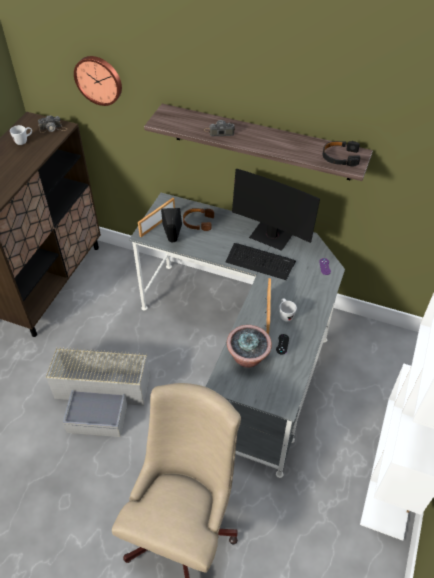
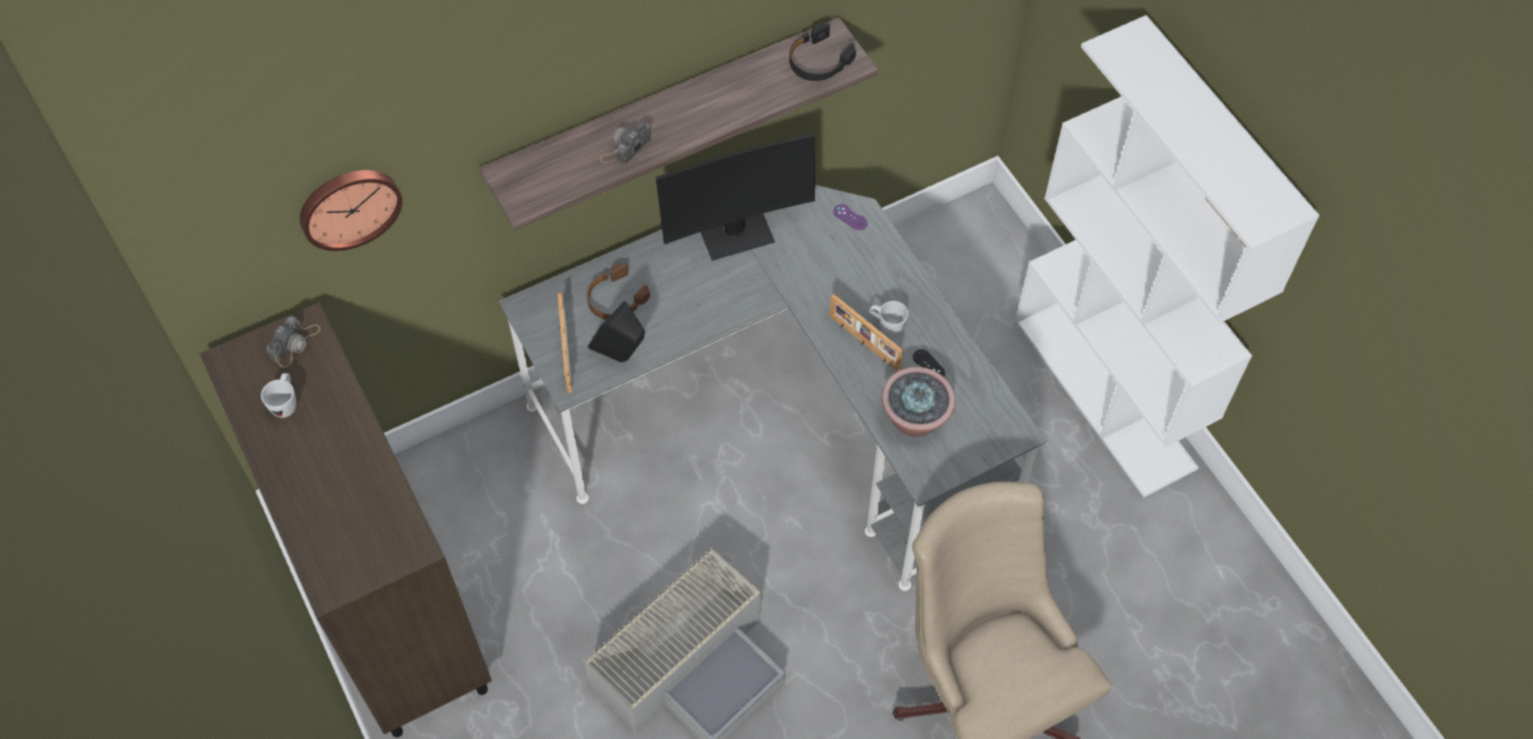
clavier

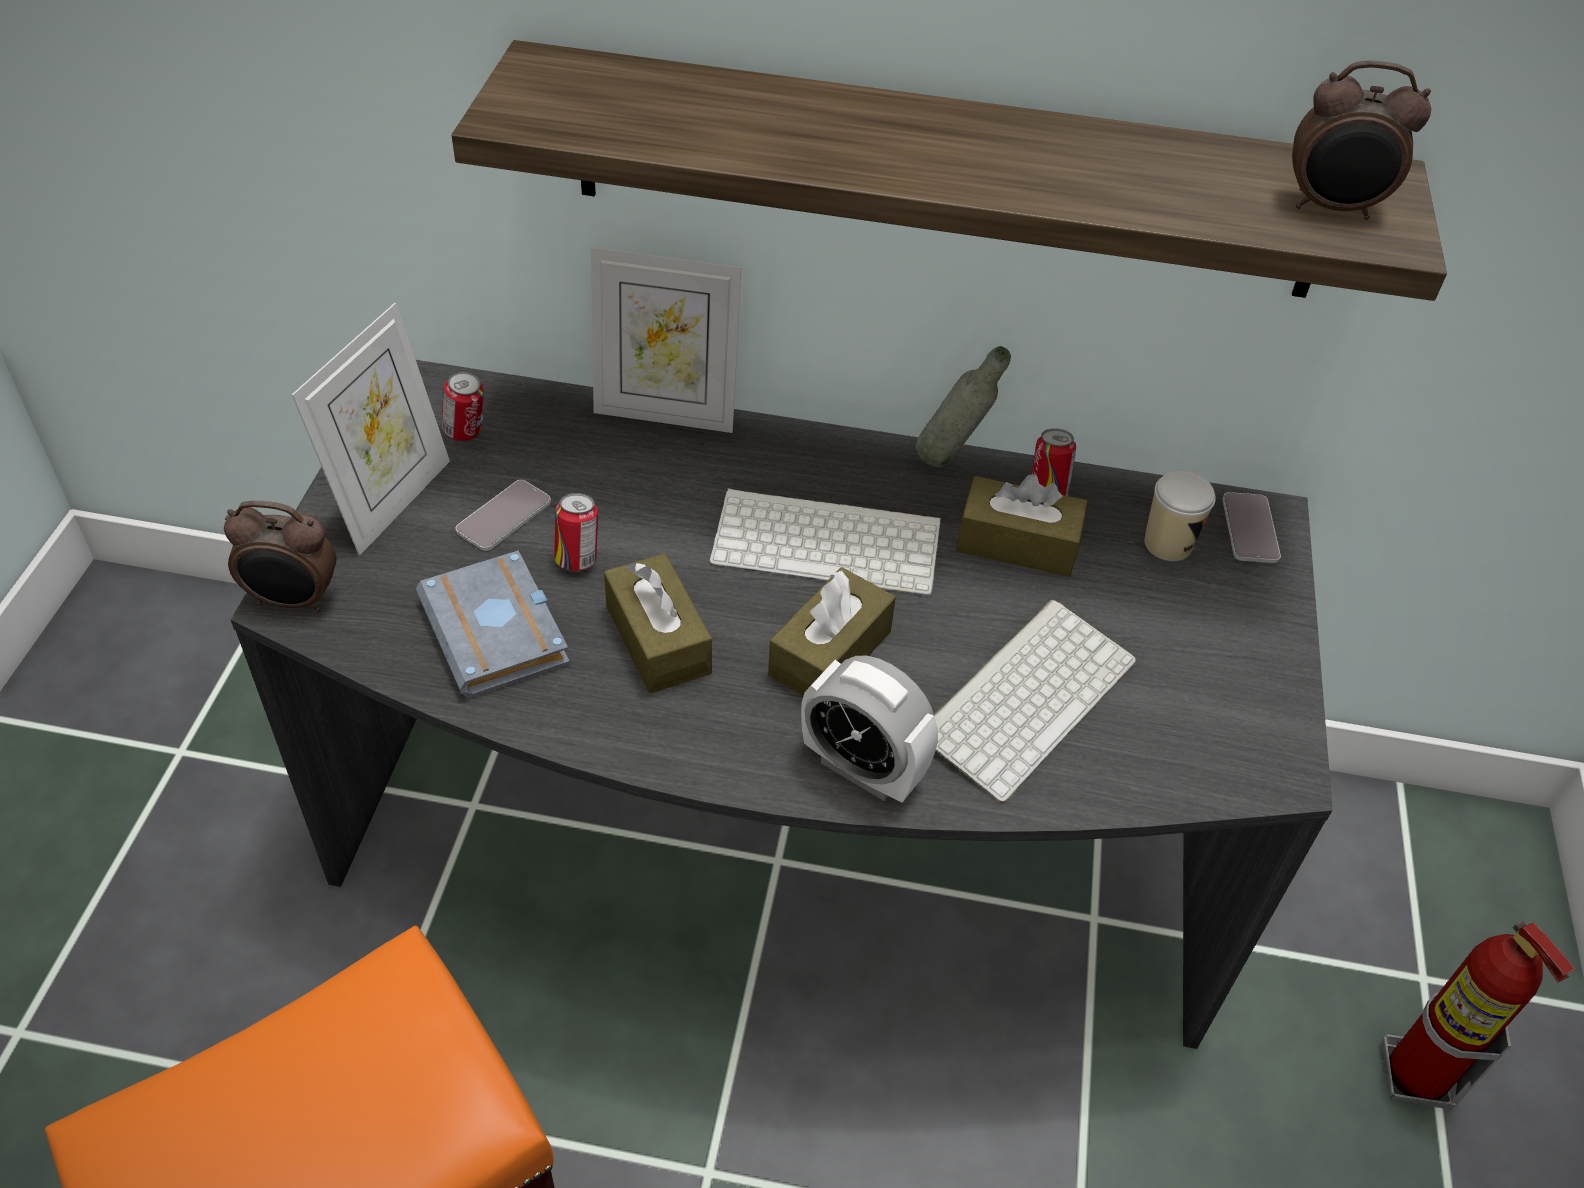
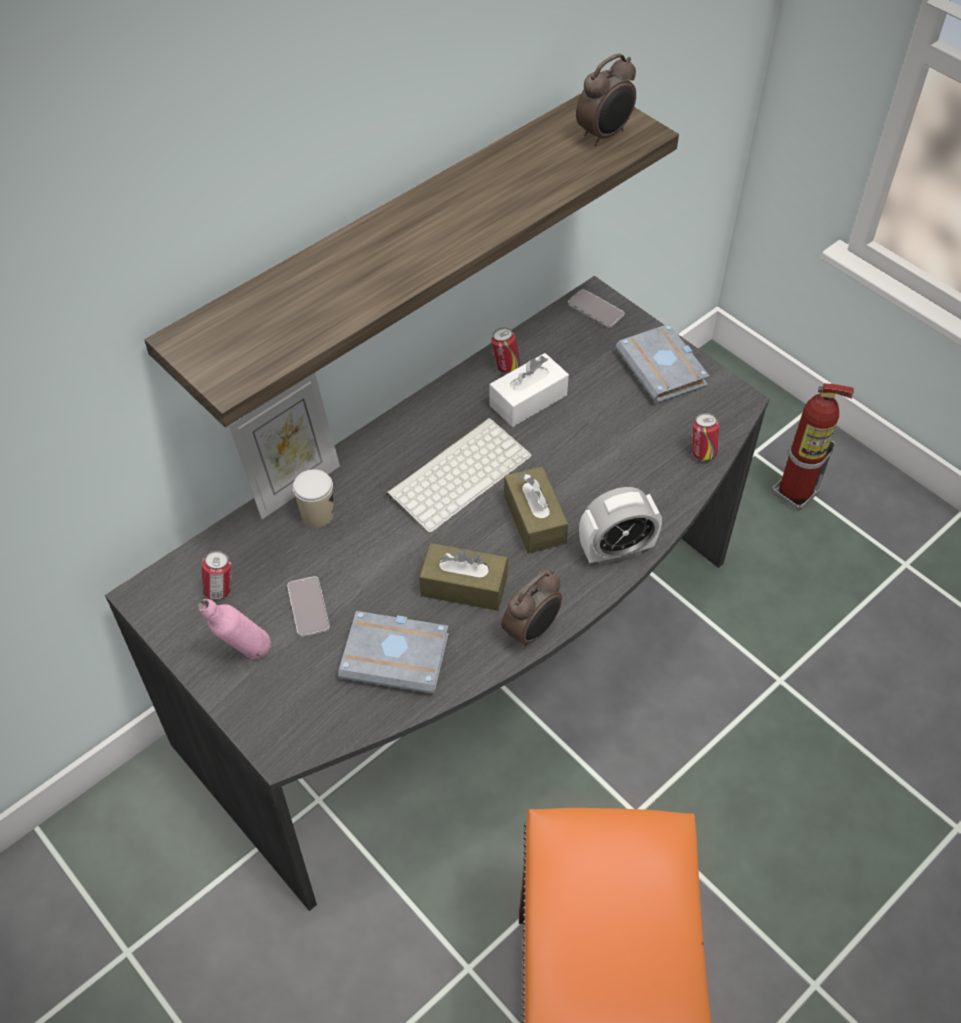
réveil (1st from left)
bouteille (rose)
boîte métallique (3rd from left)
bouteille (gris)
clavier (2nd from left in the first image)
boîte à mouchoirs (blanc)
tasse
livre (gris) (2nd from left)

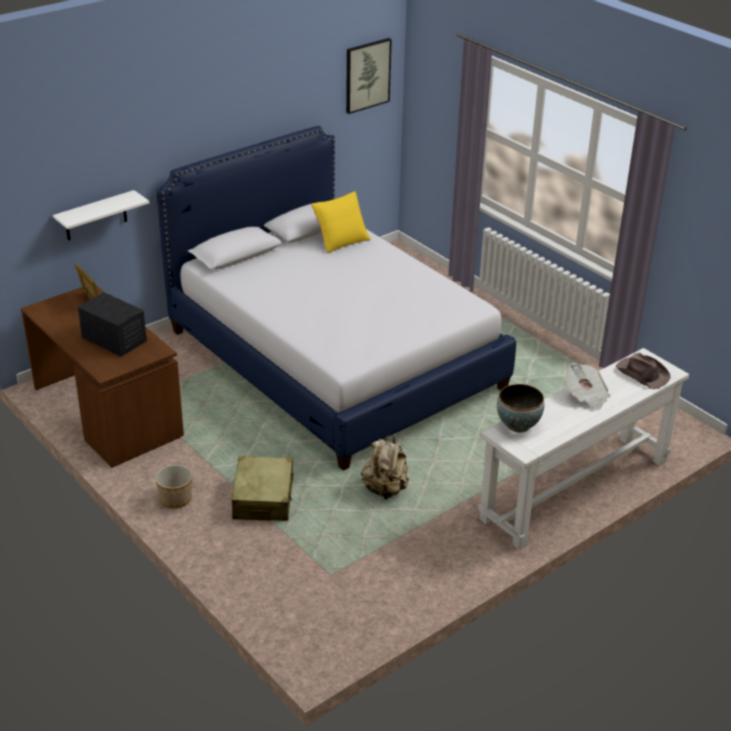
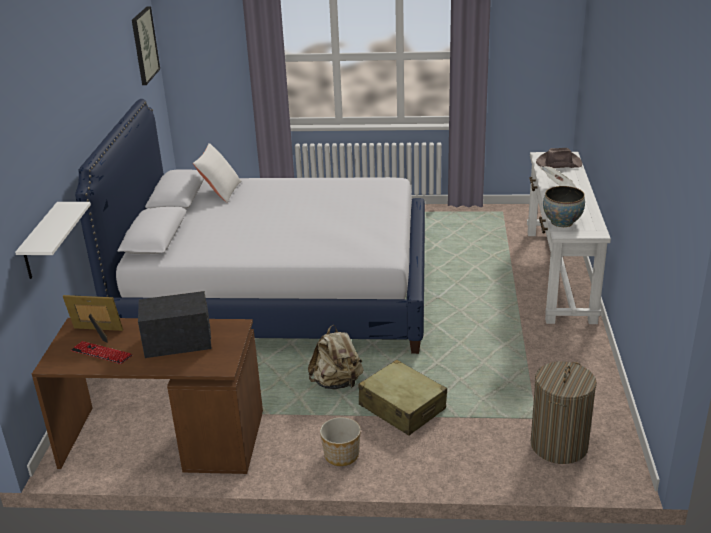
coussin (blanc)
sac à dos (beige)
clavier
panier à linge

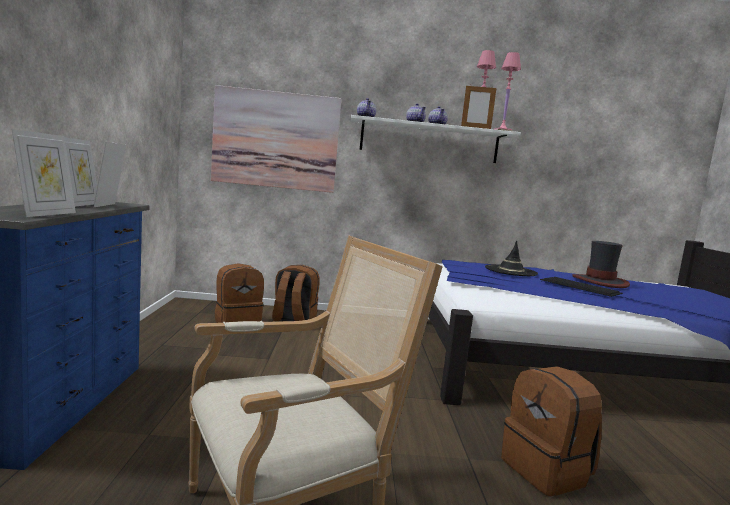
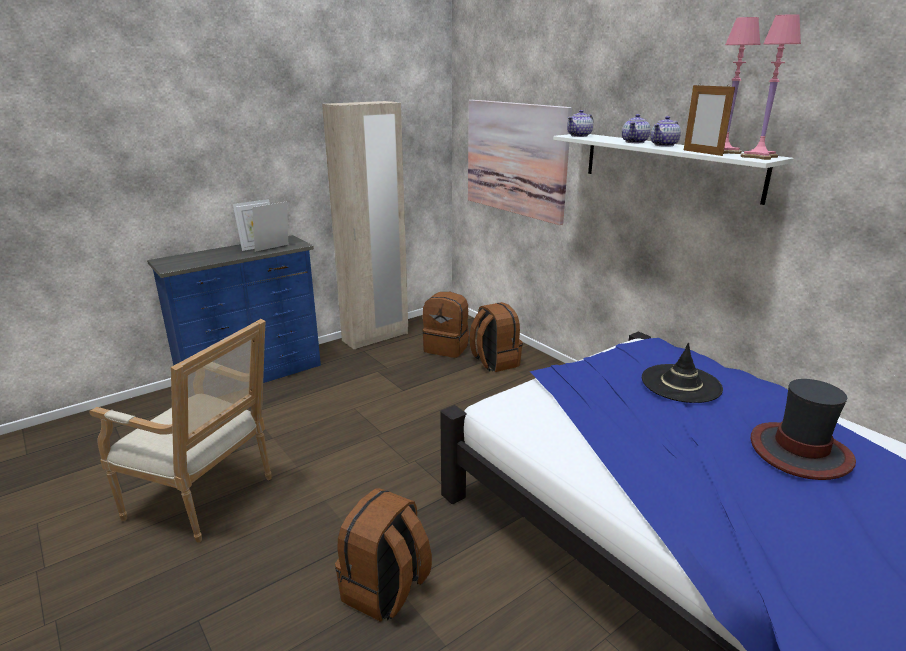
cadre photo (1st from left in the first image)
clavier
armoire (beige)

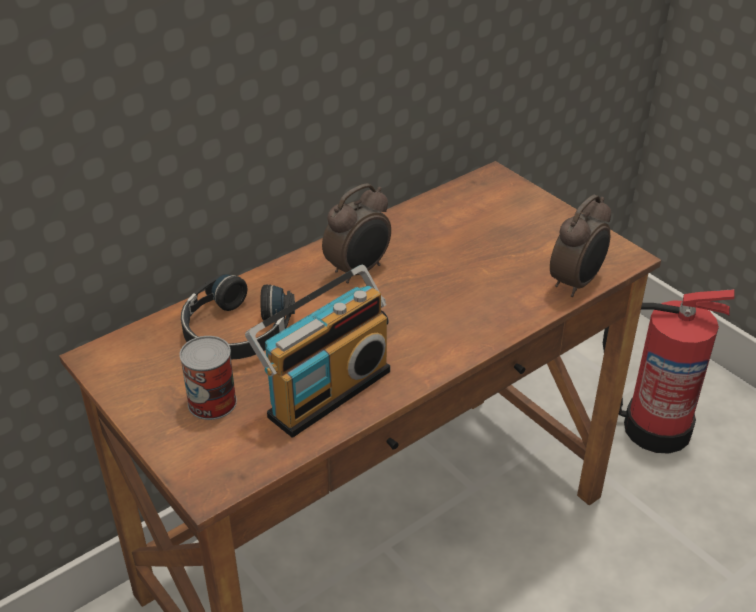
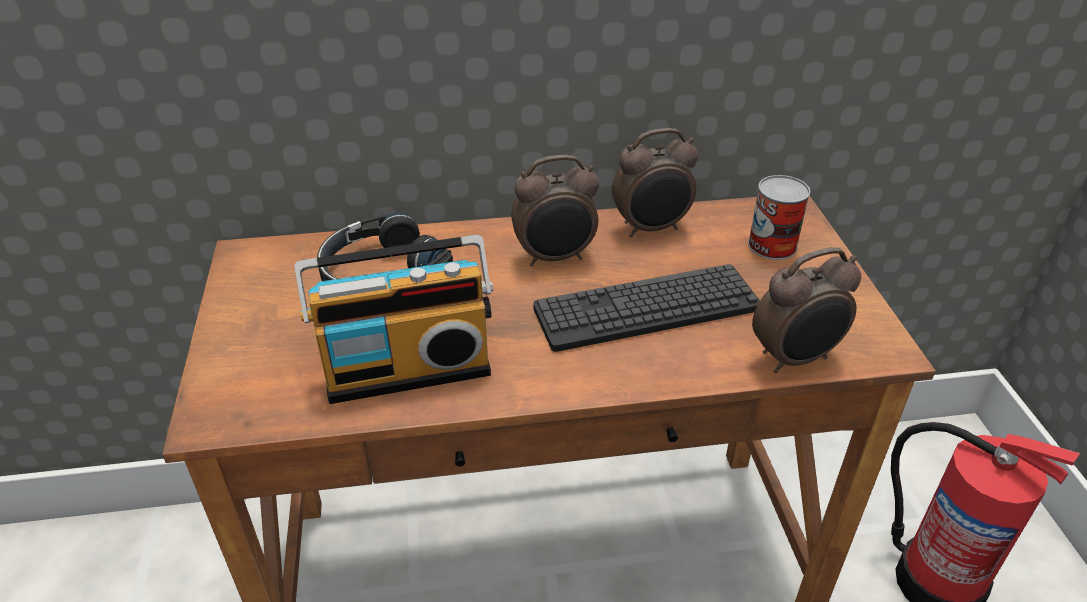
boîte métallique
clavier
réveil (2nd from left)

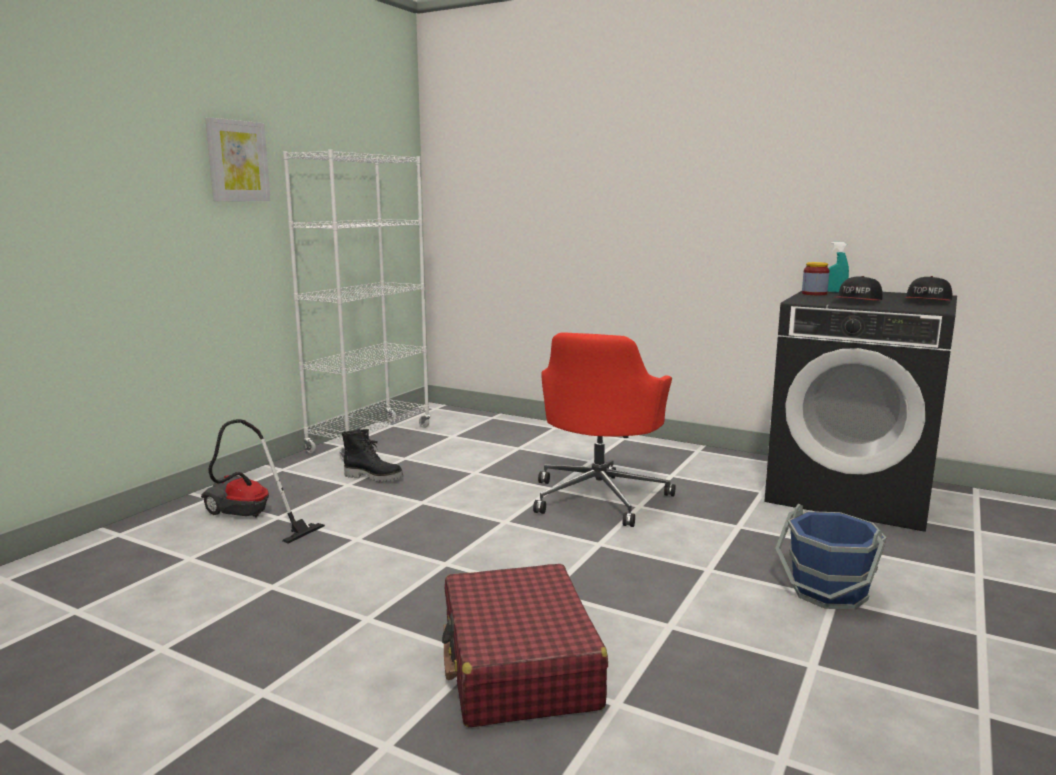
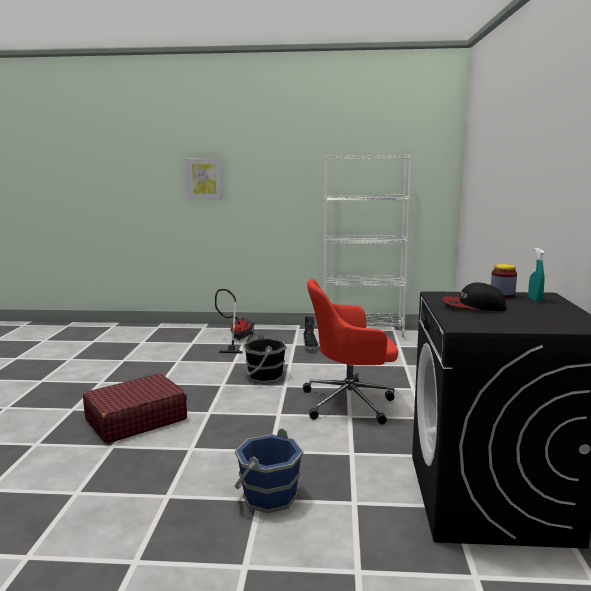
tableau
casquette (2nd from left in the first image)
seau (noir)

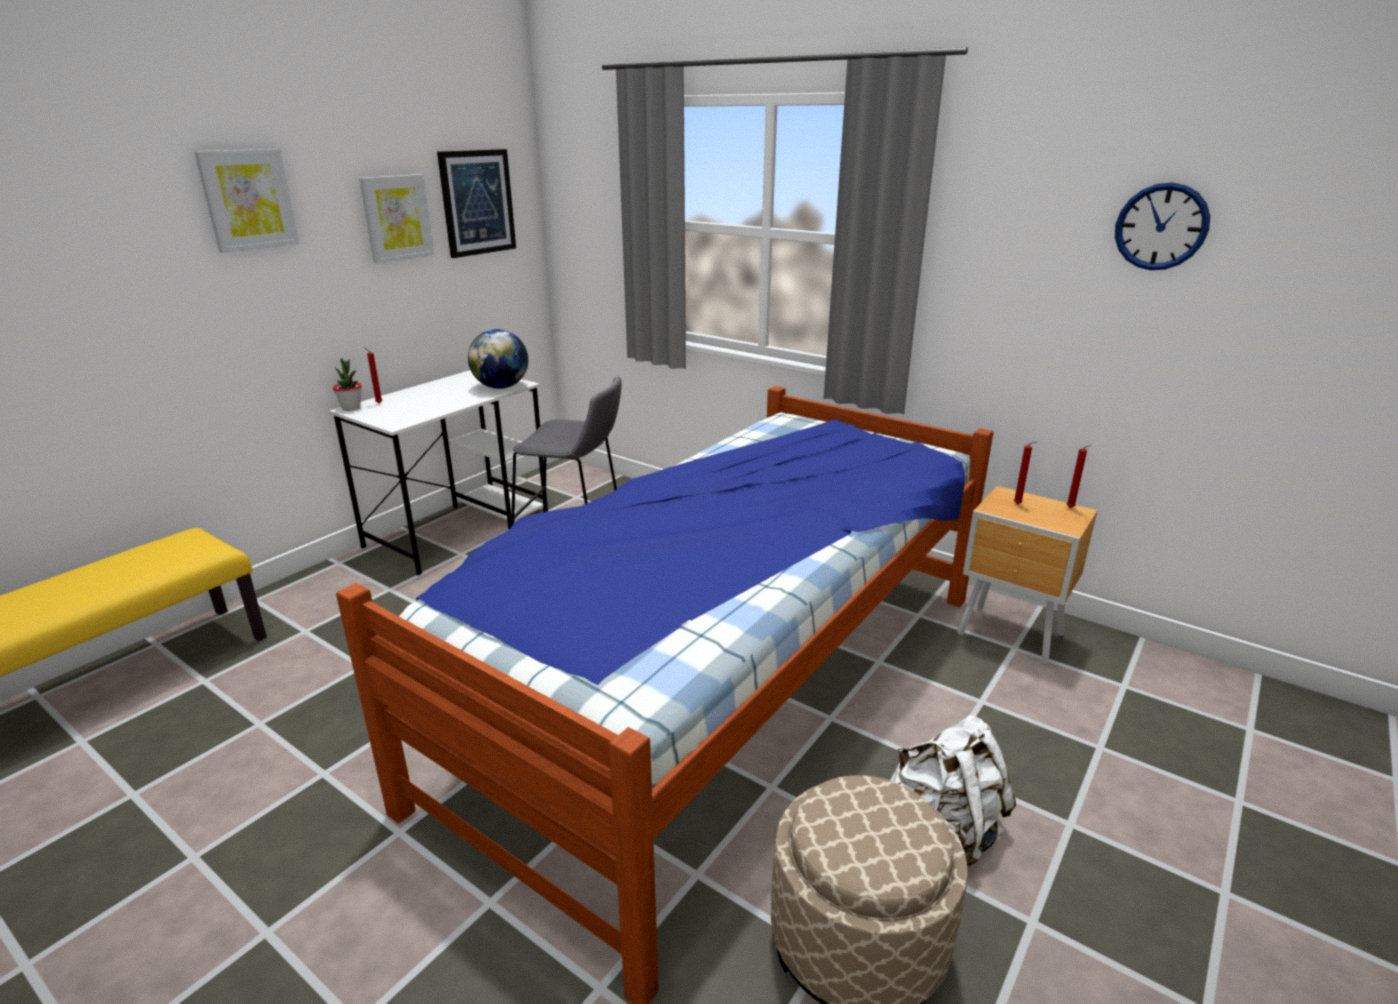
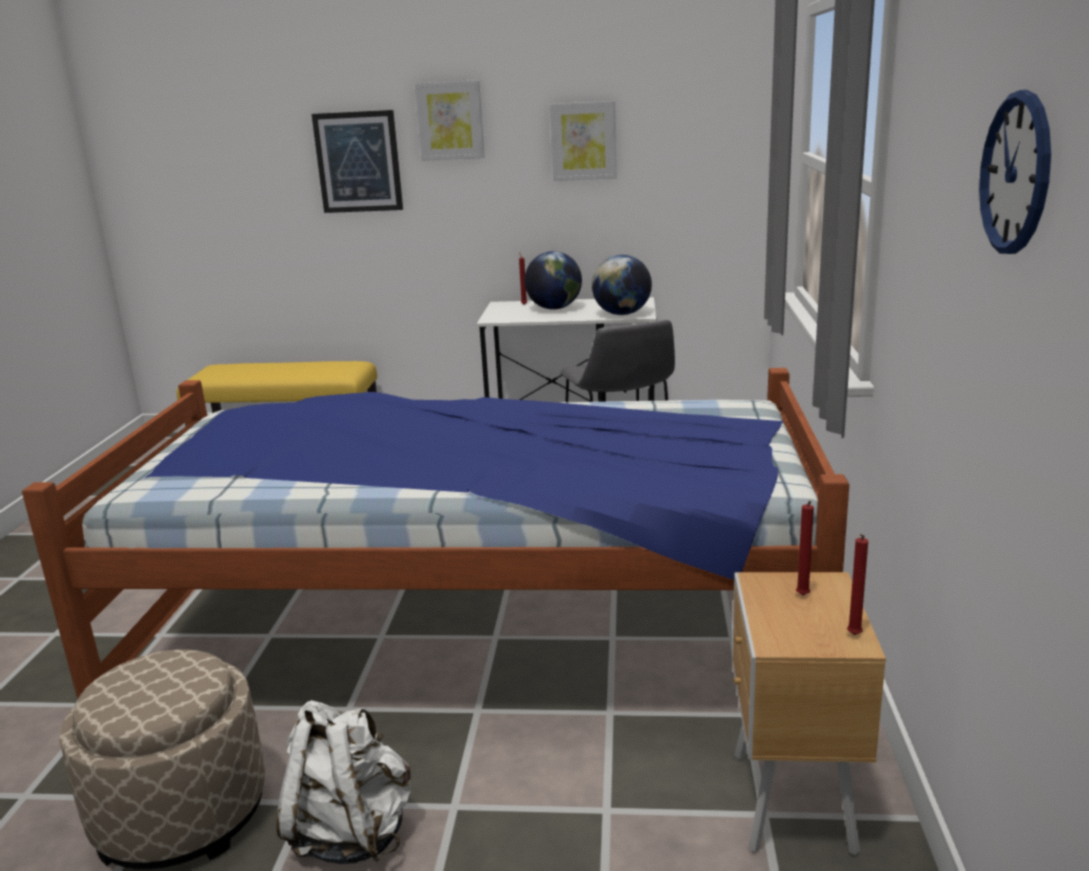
plante en pot
tableau (1st from left)
globe (1st from left)

